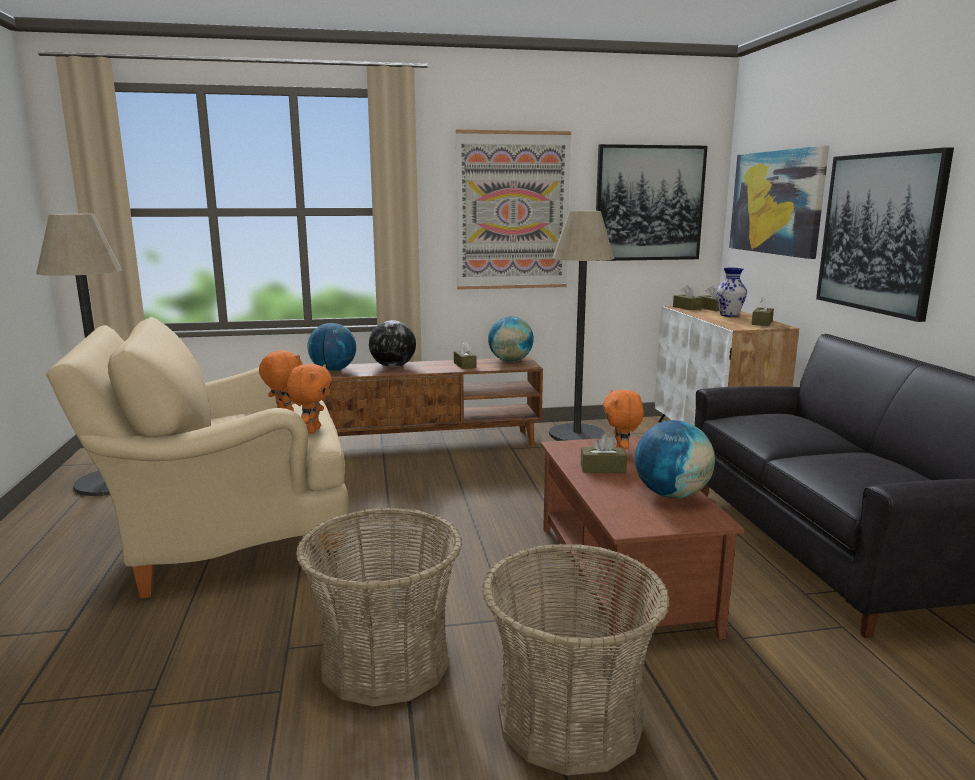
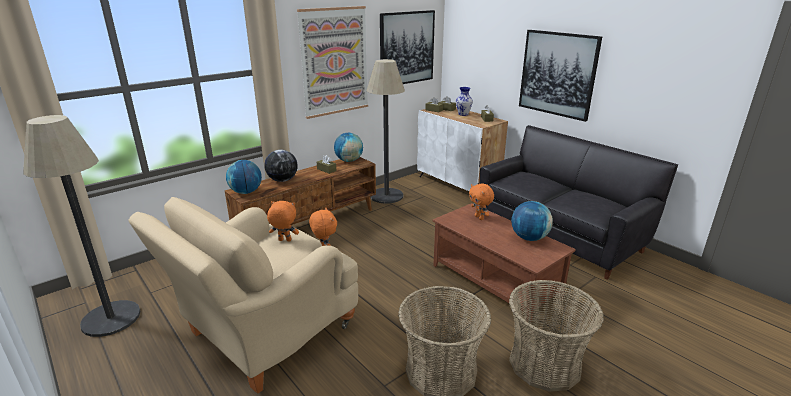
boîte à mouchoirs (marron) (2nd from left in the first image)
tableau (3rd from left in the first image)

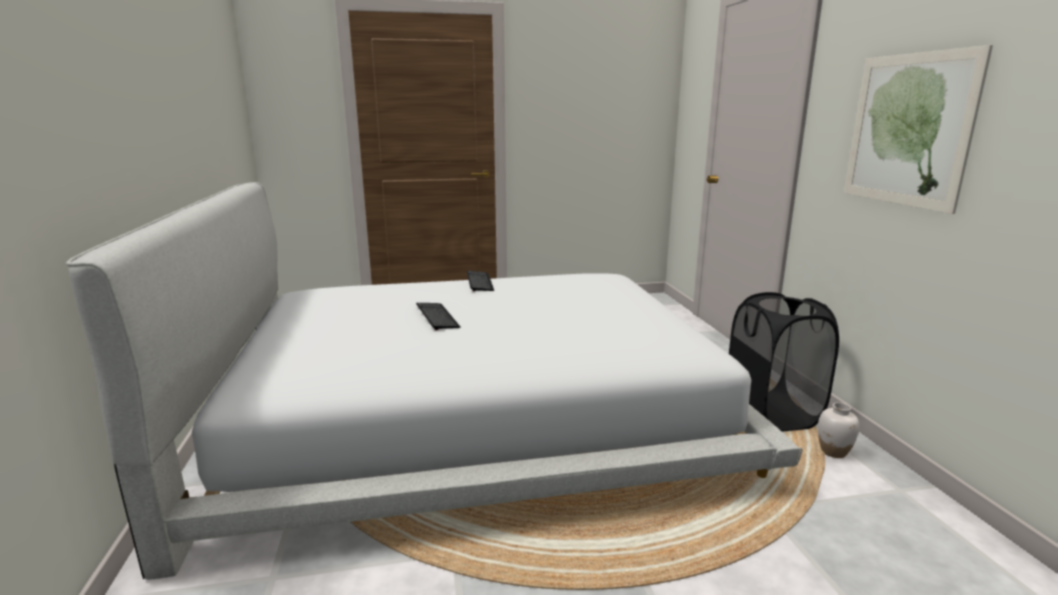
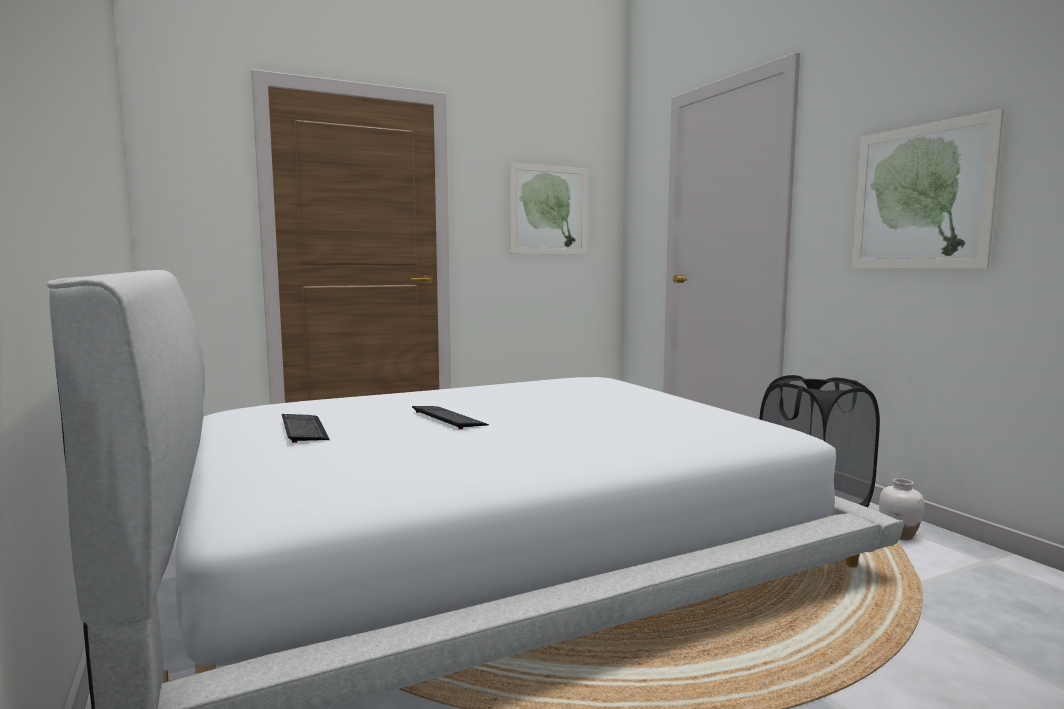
clavier (1st from left)
tableau (1st from left)

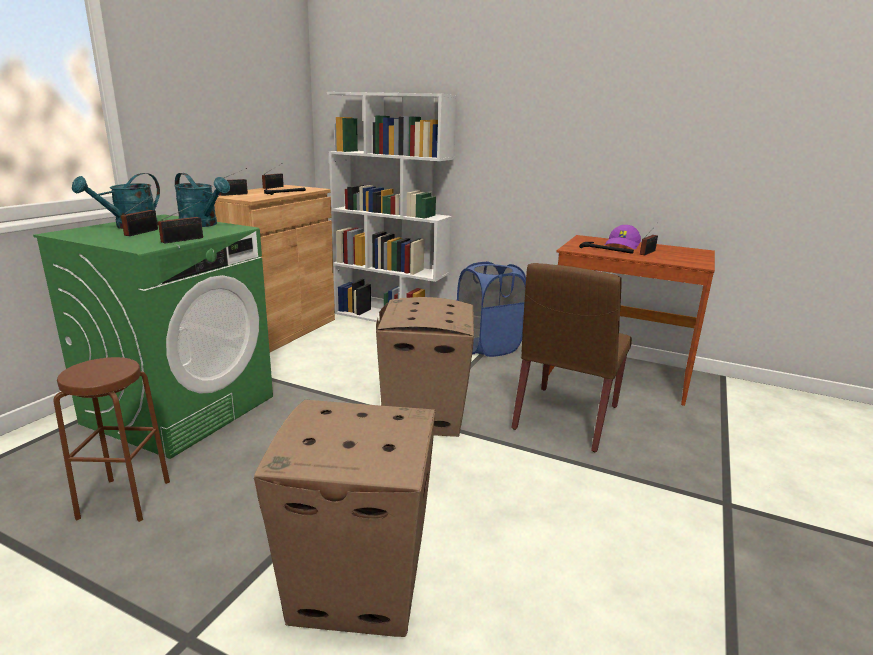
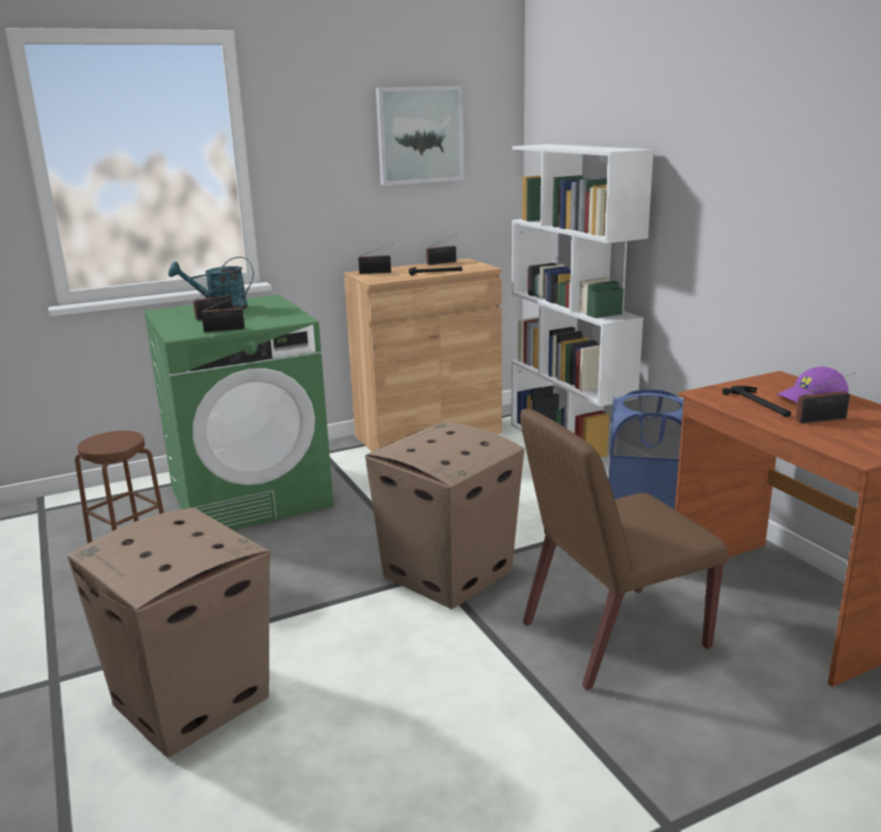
arrosoir (turquoise) (2nd from left in the first image)
tableau

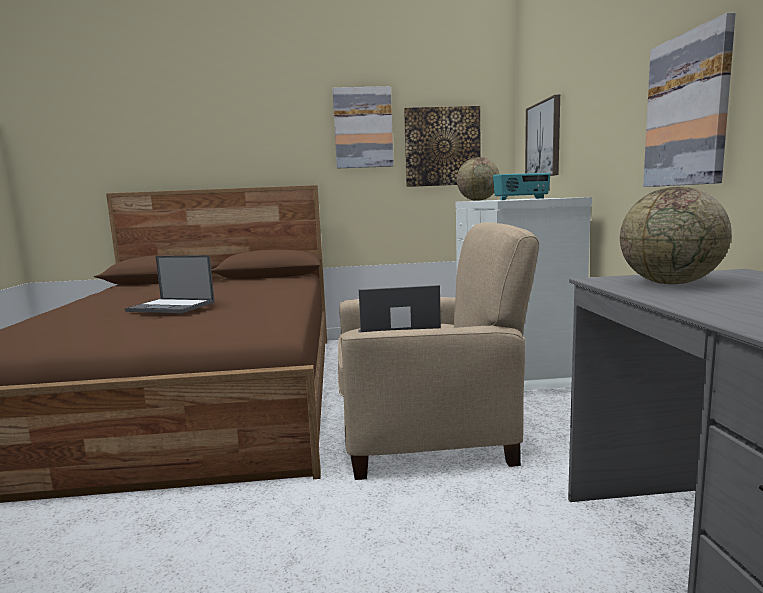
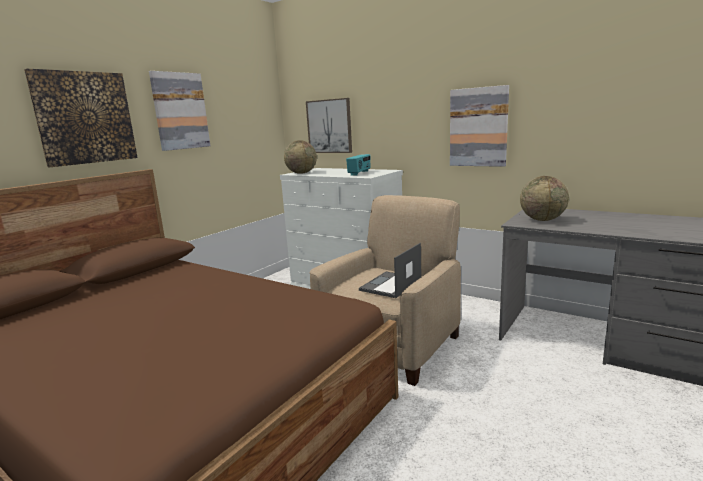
ordinateur portable (1st from left in the first image)
tableau (1st from left)

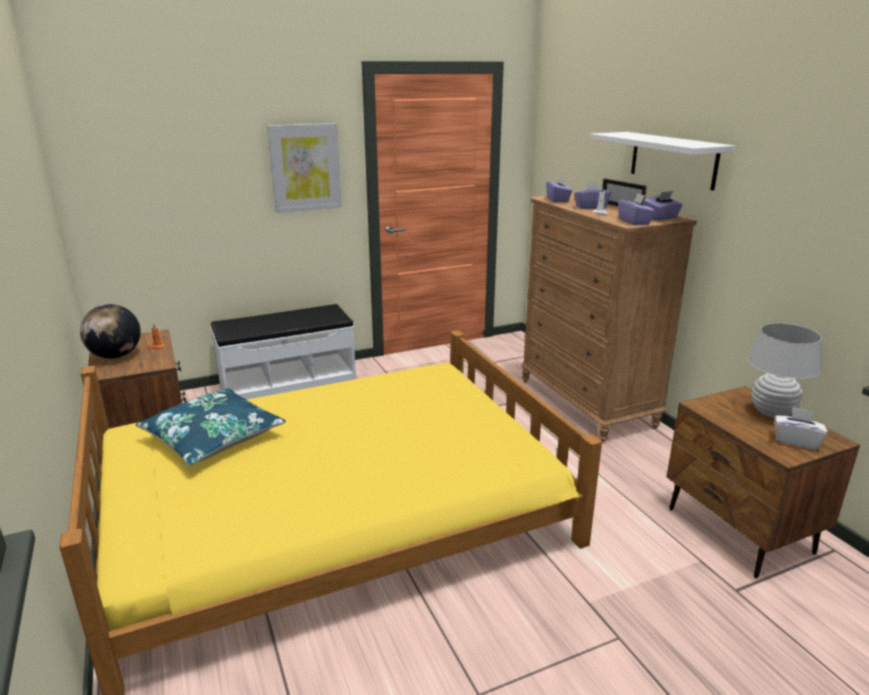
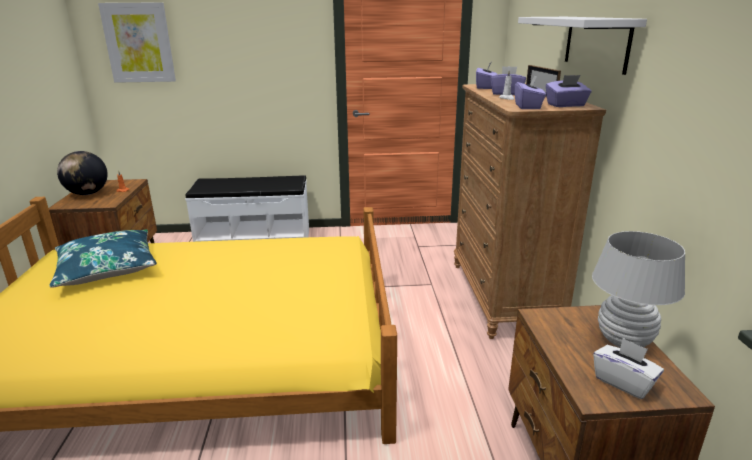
tableau

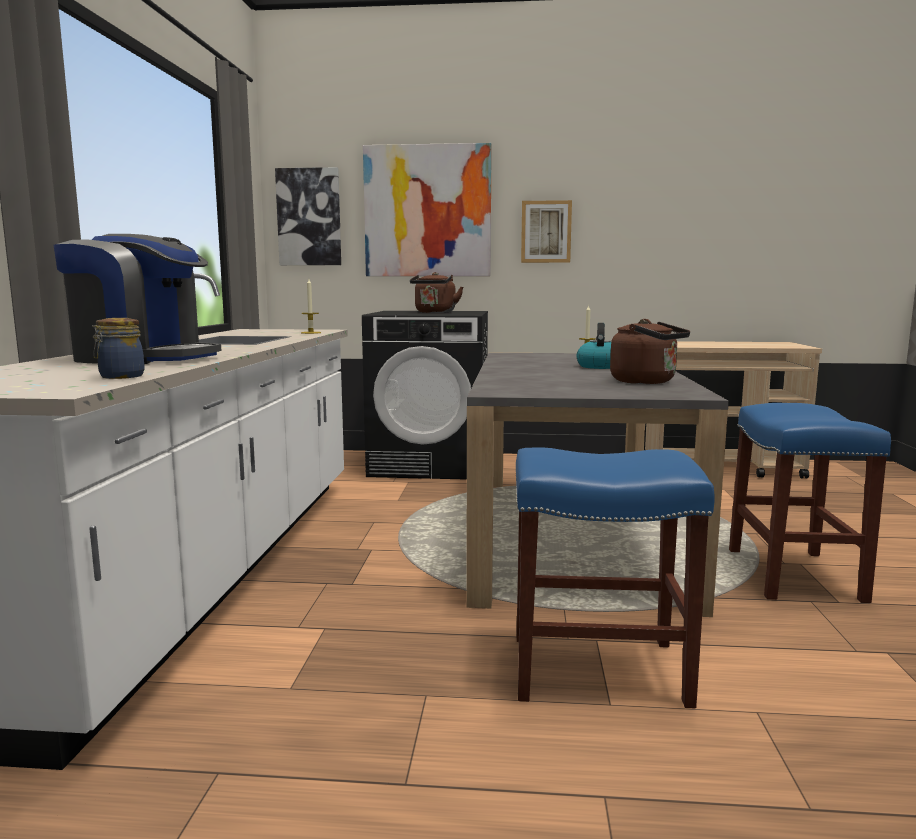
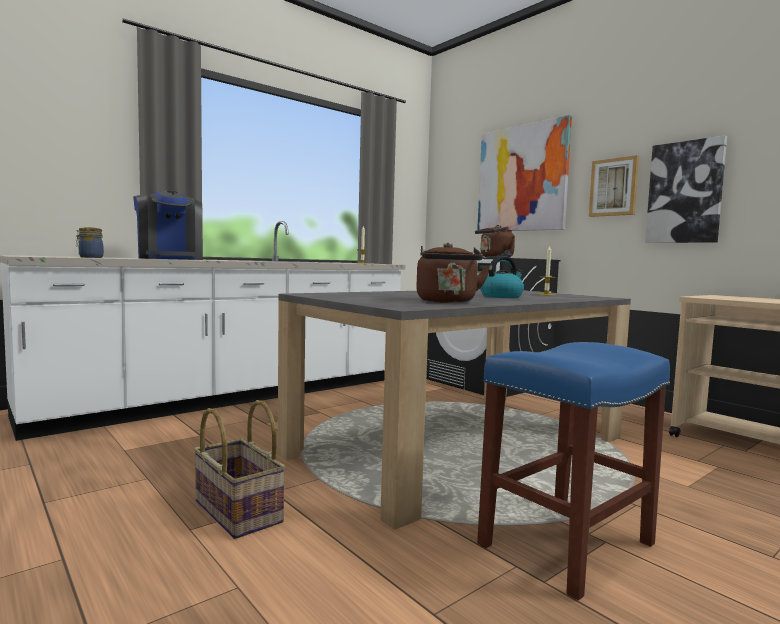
tableau (3rd from left)
panier

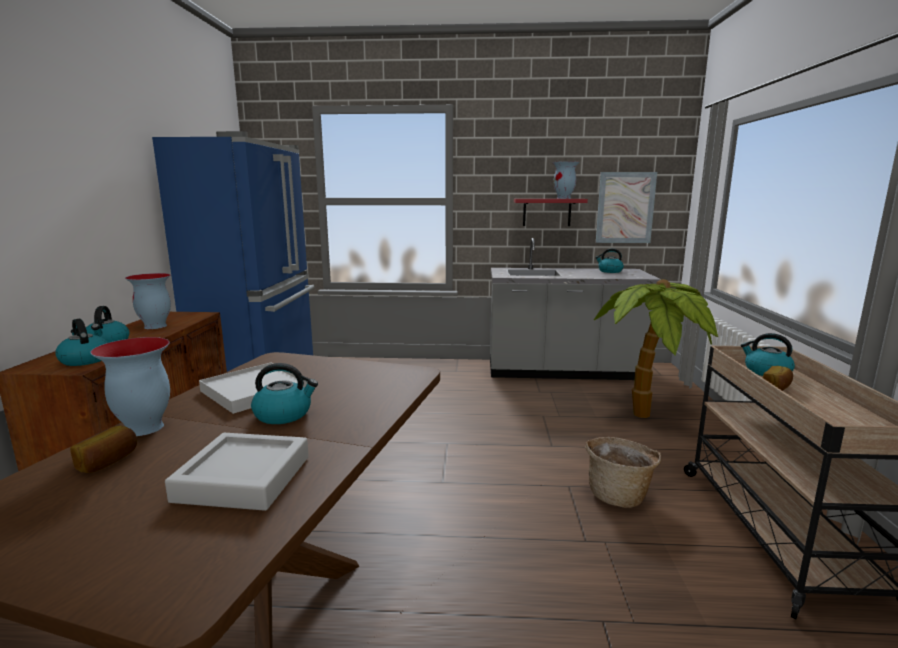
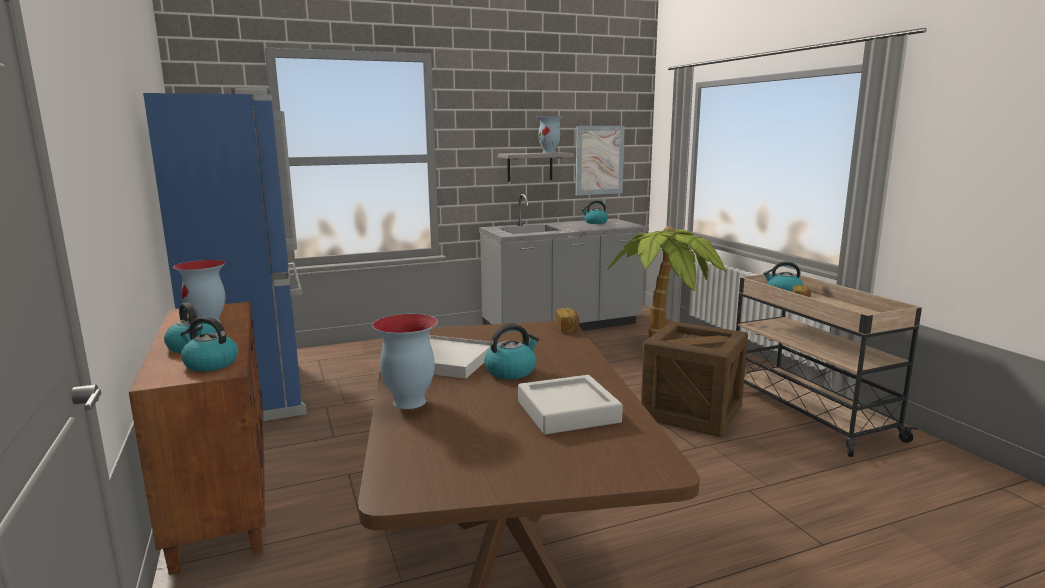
pain (1st from left)
étagère (gris)
caisse

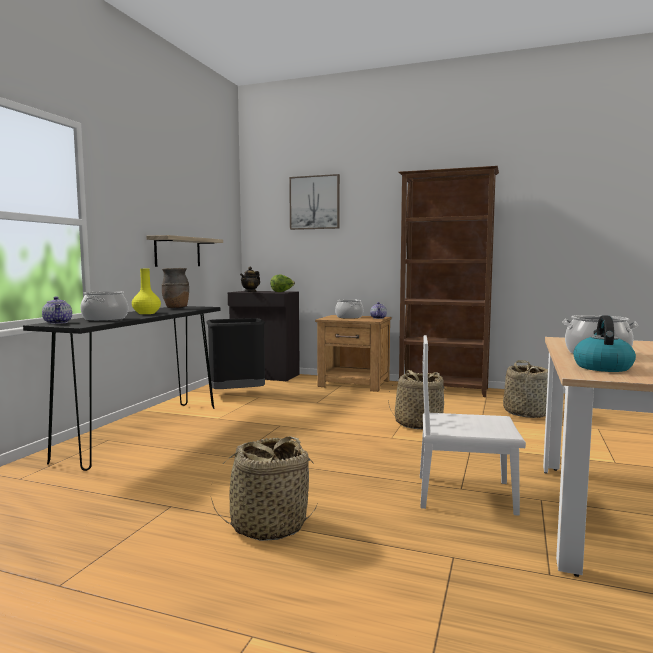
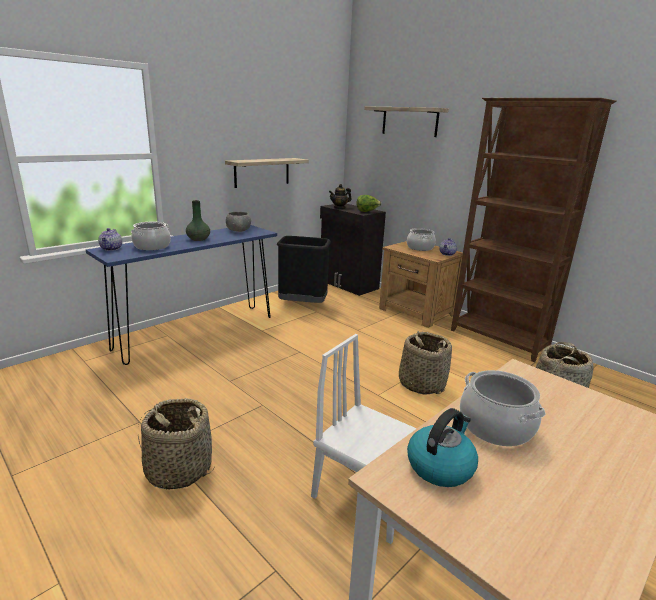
table console (bleu)
vase (vert)
bol (gris)
étagère (2nd from left)

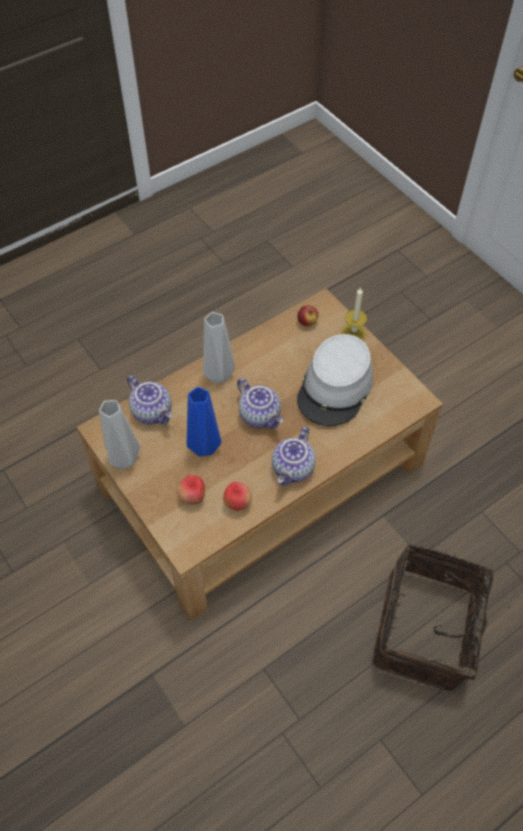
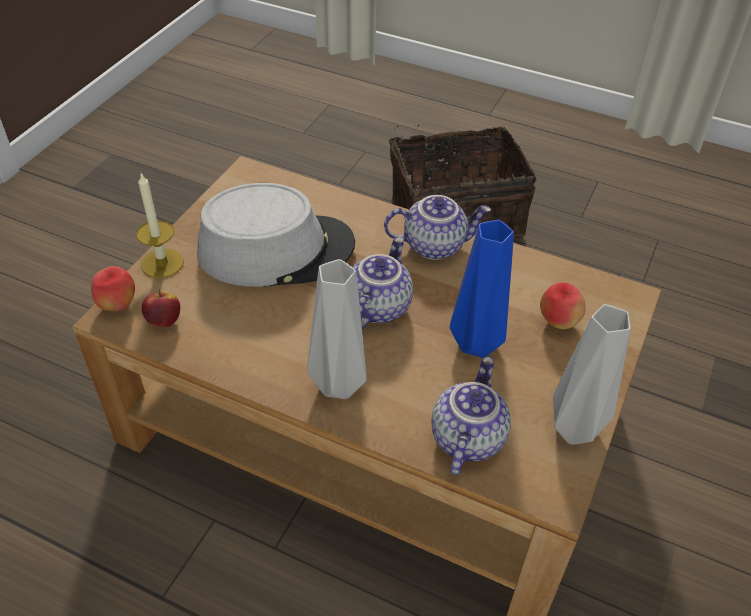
pomme (1st from left)

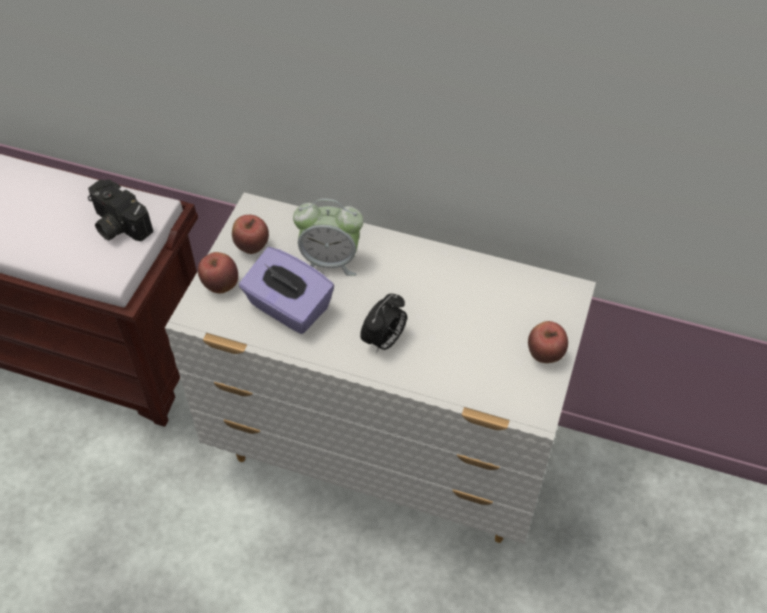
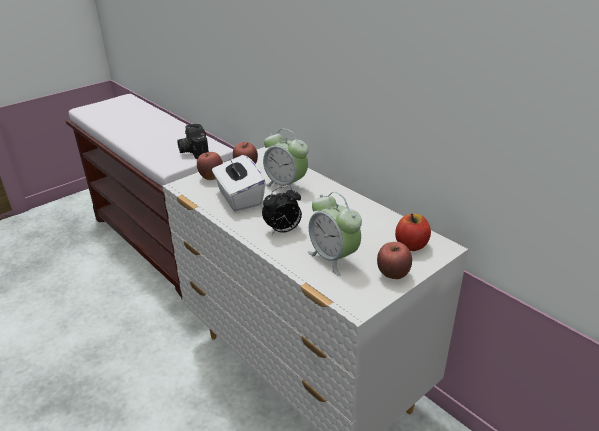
boîte à mouchoirs (blanc)
réveil (3rd from left)
pomme (4th from left)

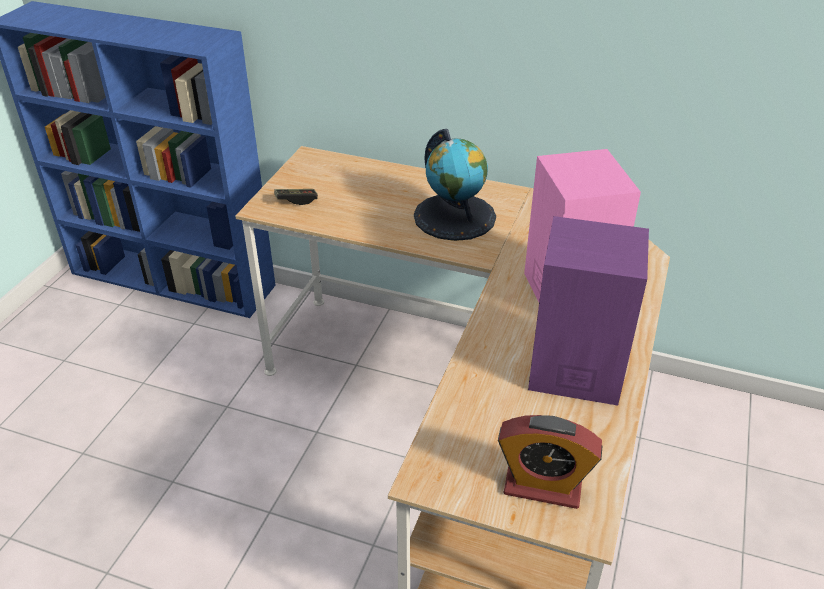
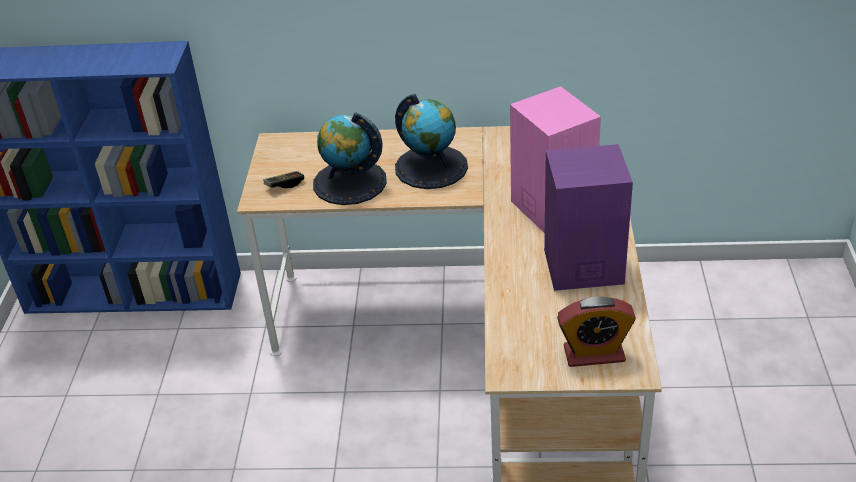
globe (1st from left)

